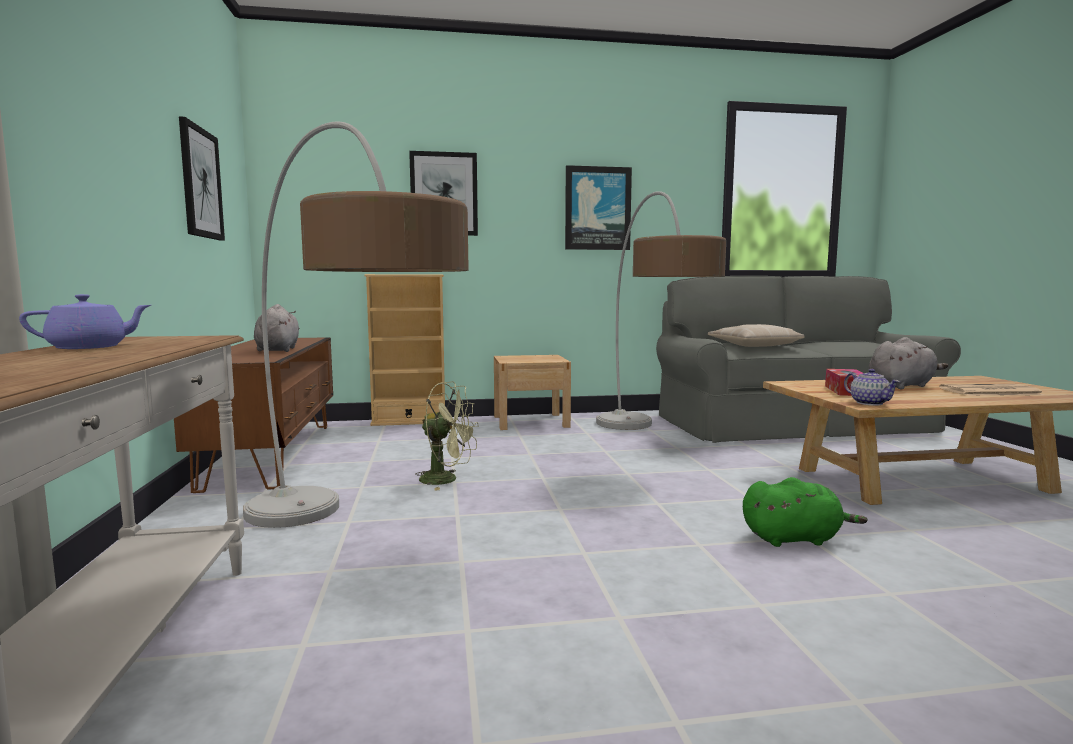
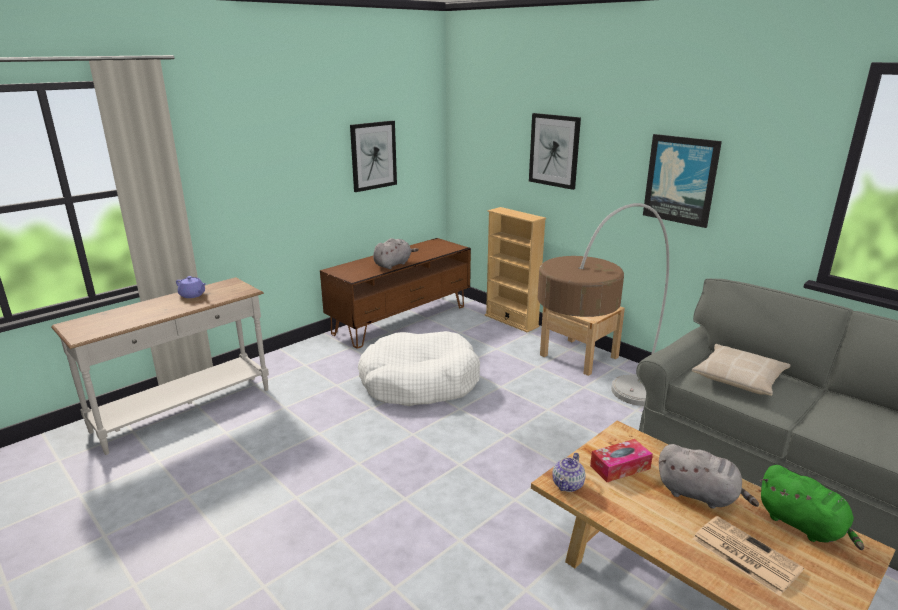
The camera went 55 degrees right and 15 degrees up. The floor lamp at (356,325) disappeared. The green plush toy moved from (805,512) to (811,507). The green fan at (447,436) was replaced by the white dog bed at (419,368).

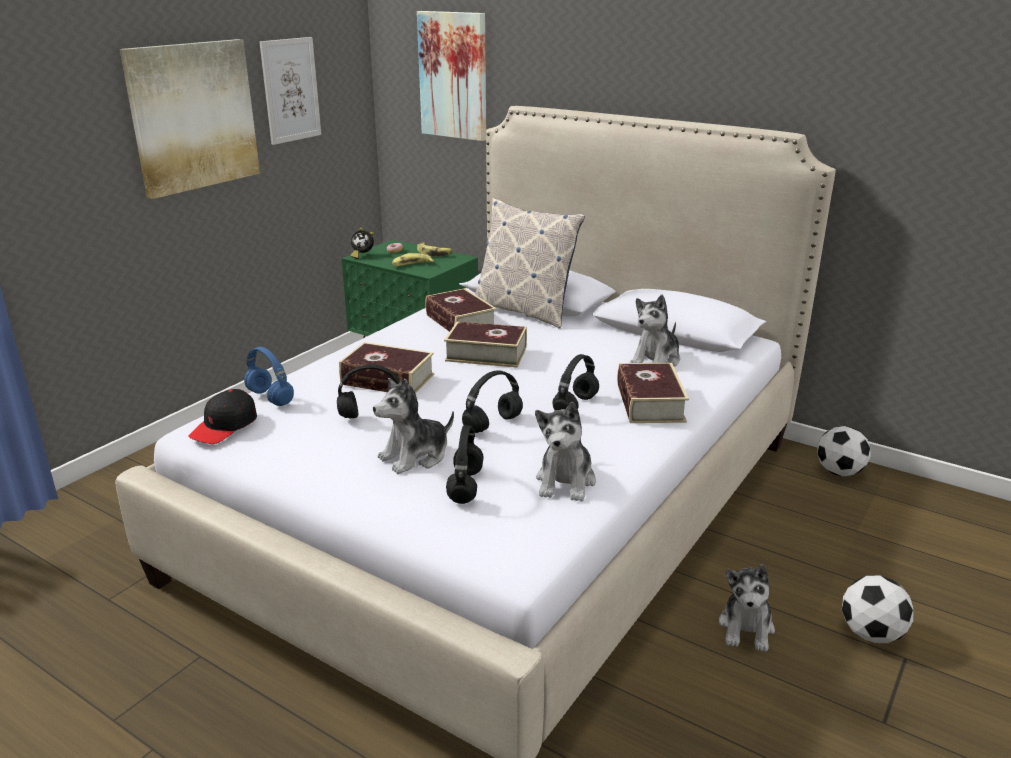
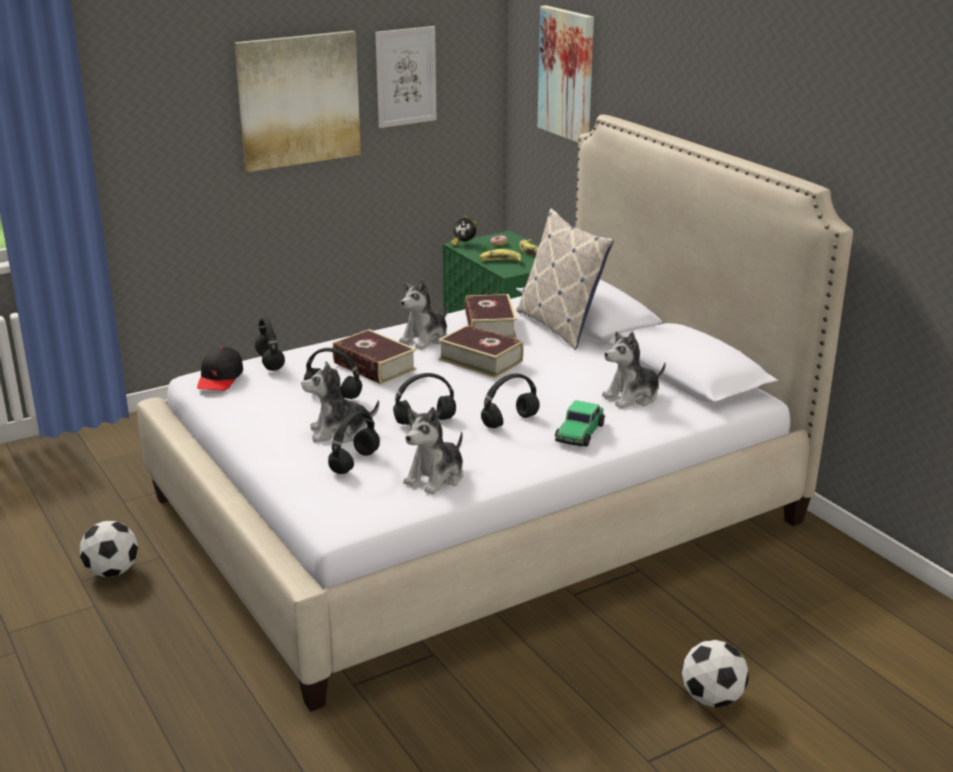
The camera went 25 degrees right and 0 degrees up. The plush toy moved from (746,608) to (423,314). The football moved from (844,451) to (109,549). The book at (653,393) was replaced by the toy car at (580,423). The blue headphones at (269,376) became the black headphones at (270,344). The black cap at (222,416) turned 45 degrees counterclockwise.

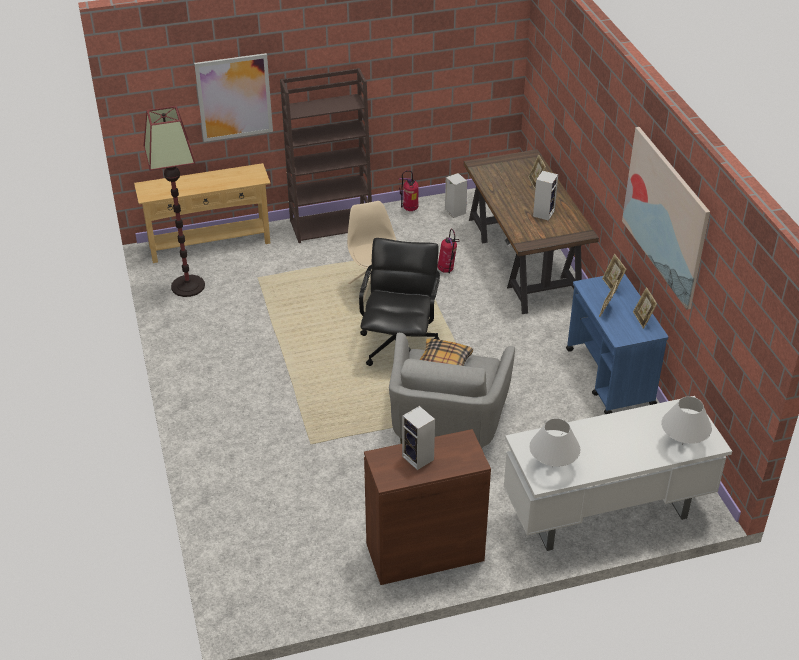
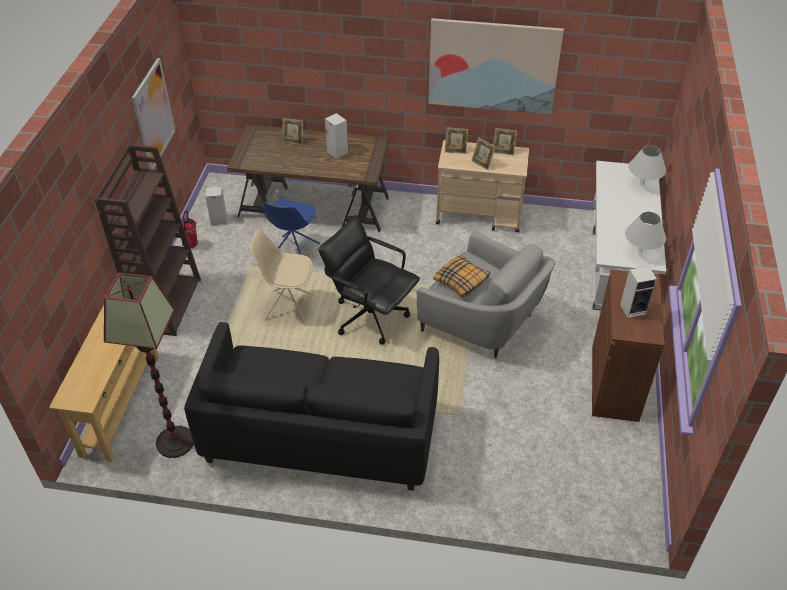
The camera went 65 degrees left and 5 degrees up. The black sofa at (311,406) appeared. The picture moved from (233,97) to (153,113). The fire extinguisher at (448,250) was replaced by the blue chair at (291,227). The blue cart at (617,344) became the beige cart at (482,186).

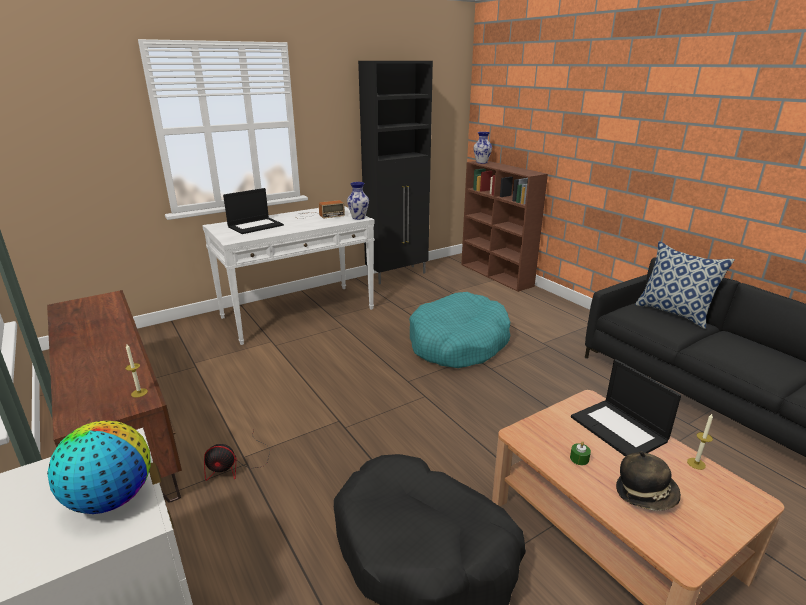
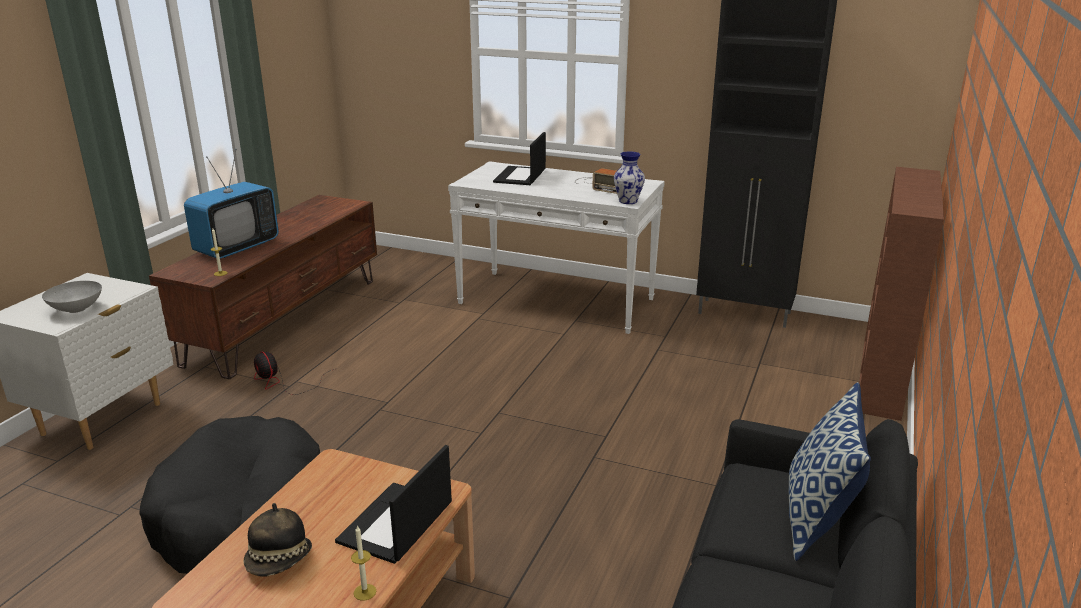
The camera went 55 degrees right and 0 degrees up. The turquoise dog bed at (459,330) disappeared. The vase at (482,148) disappeared. The green candle at (580,453) disappeared. The television at (231,204) appeared. The globe at (99,467) was replaced by the grey bowl at (72,297). The laptop at (253,211) turned 90 degrees clockwise.

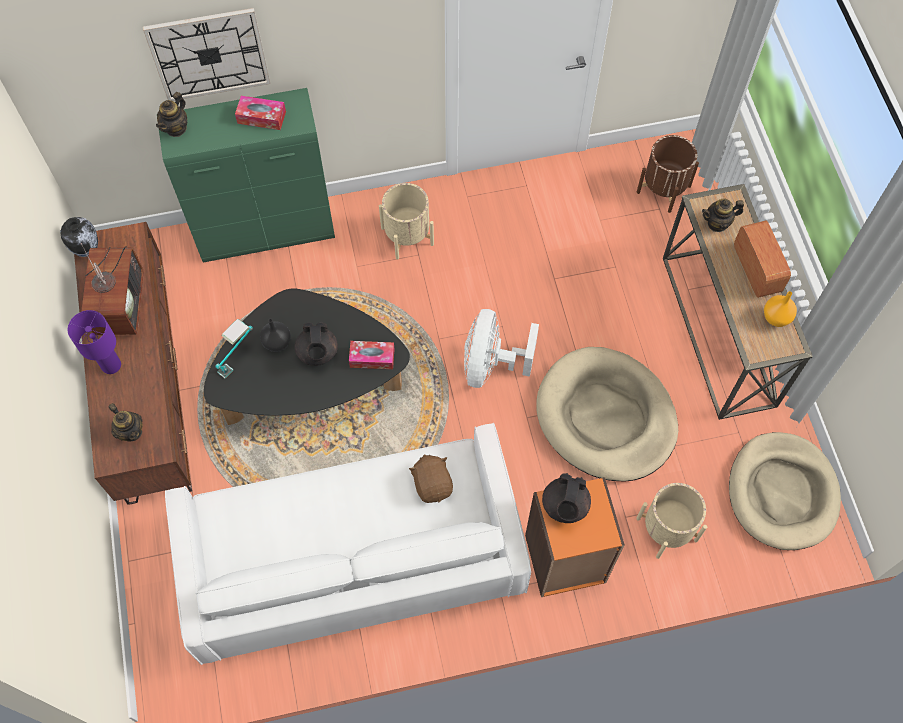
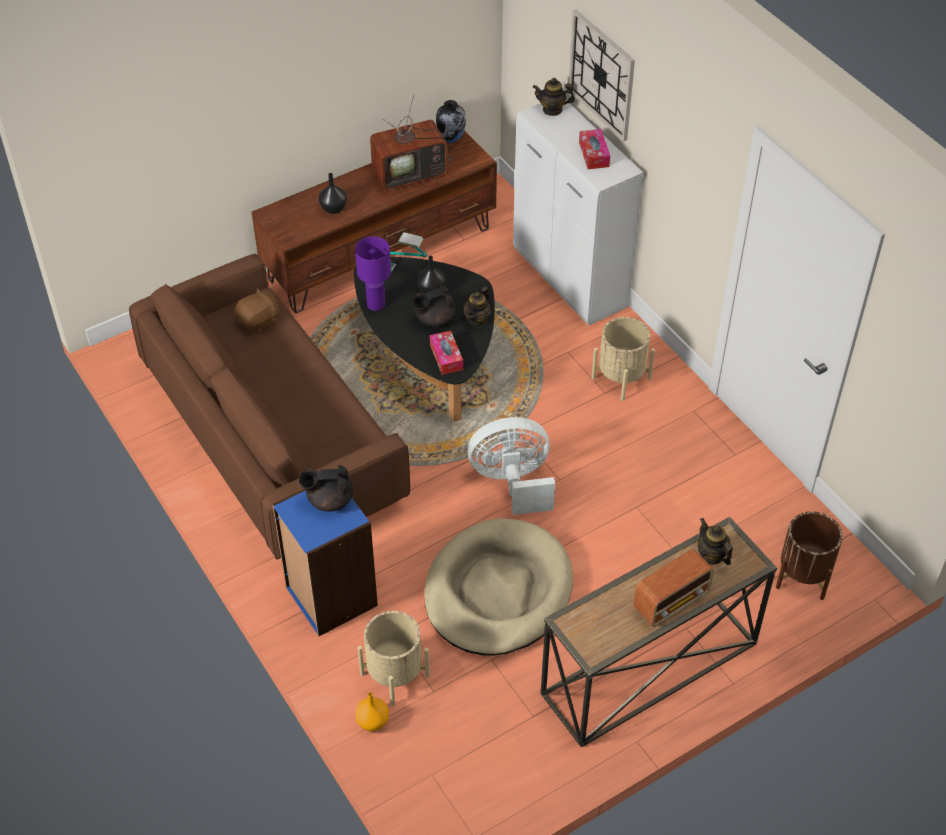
The camera went 70 degrees right and 15 degrees down. The beige dog bed at (785,491) disappeared. The black vase at (333,193) appeared. The purple table lamp moved from (94,342) to (373,273). The teapot moved from (126,422) to (477,307). The brown plush toy moved from (431,479) to (257,311). The orange vase moved from (780,309) to (372,712). The green cabinet at (247,175) became the white cabinet at (578,214). The white sofa at (348,544) became the brown sofa at (269,407). The orange bookcase at (575,537) became the blue bookcase at (325,562).

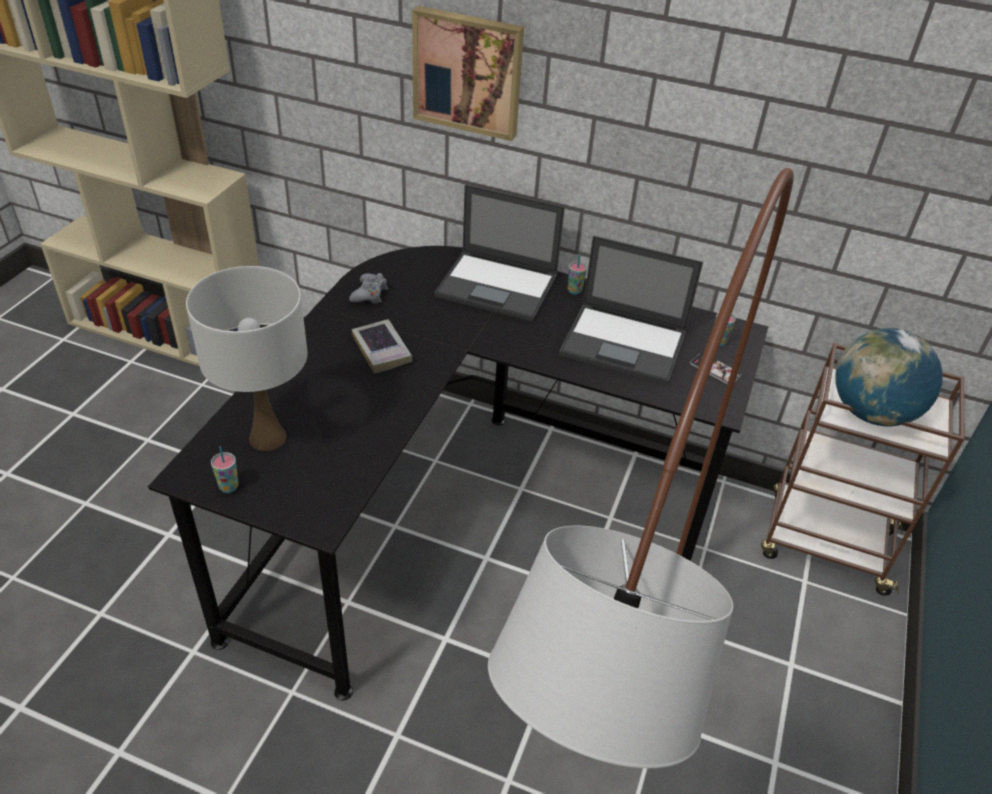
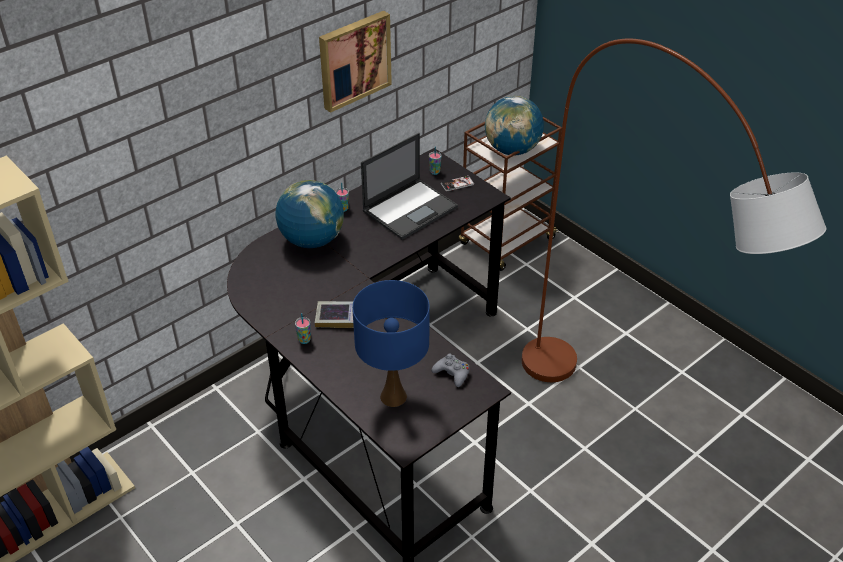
The camera went 60 degrees left and 0 degrees up. The cup moved from (225,469) to (303,328). The grey game controller moved from (368,288) to (451,370). The picture moved from (468,73) to (355,62). The laptop at (499,252) was replaced by the globe at (310,214). The white table lamp at (246,358) became the blue table lamp at (391,343).

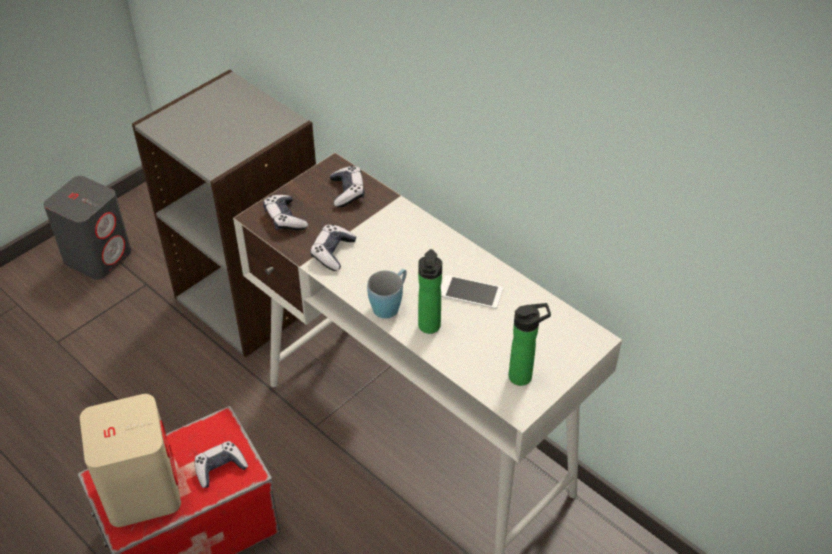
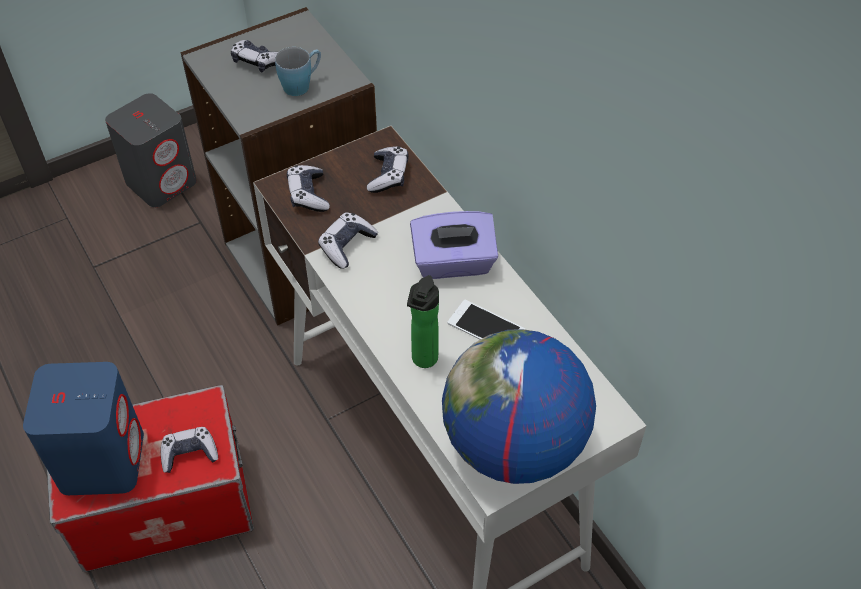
The camera went 15 degrees right and 5 degrees up. The game controller at (254,56) appeared. The purple tissue box at (454,245) appeared. The blue mug moved from (387,294) to (298,71). The bottle at (530,344) was replaced by the globe at (519,406). The beige speaker at (130,460) became the blue speaker at (83,428).

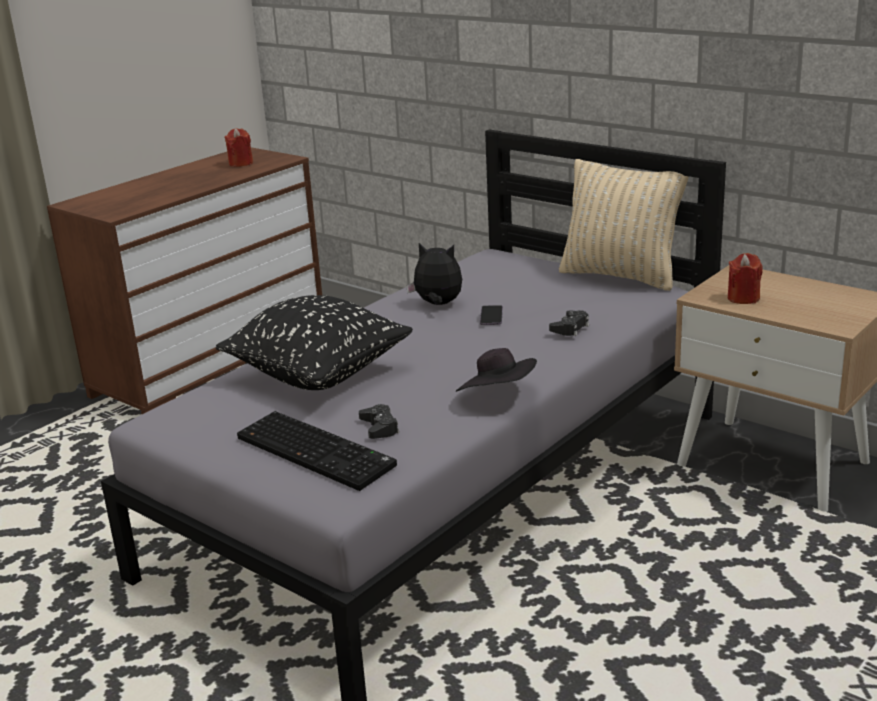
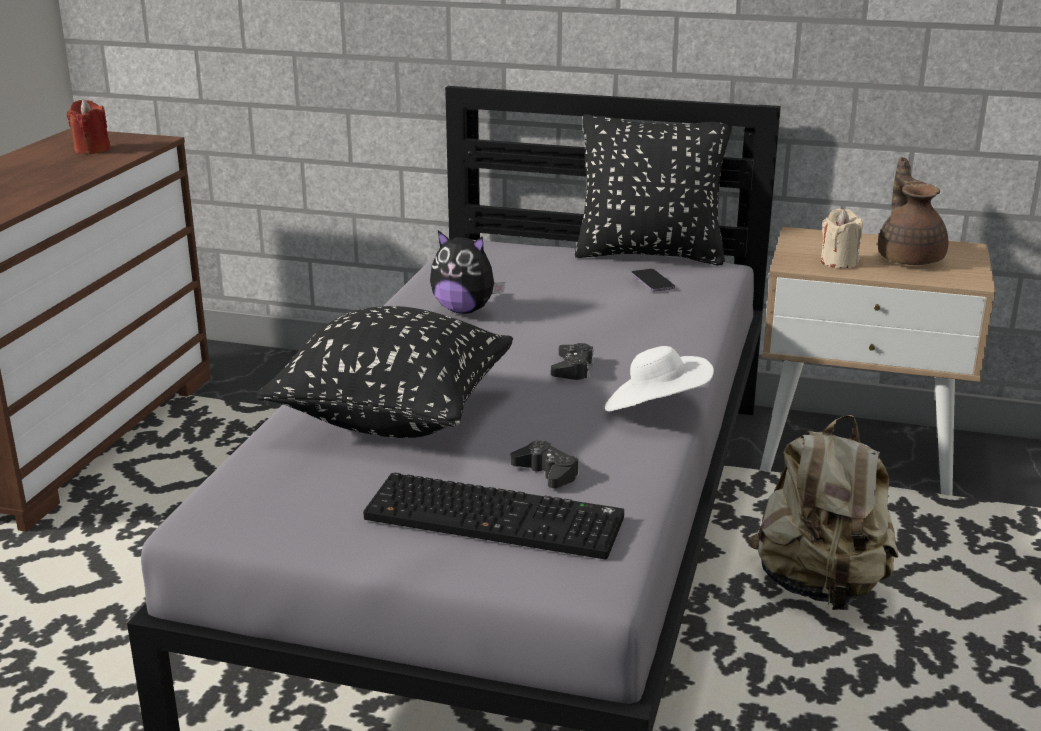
The camera went 25 degrees left and 0 degrees up. The beige backpack at (824,512) appeared. The brown teapot at (913,211) appeared. The phone moved from (491,315) to (653,280). The black game controller moved from (569,323) to (572,361). The black hat at (496,370) became the white hat at (659,378). The beige pillow at (624,225) became the black pillow at (653,189). The red candle at (745,278) became the beige candle at (842,238). The plush toy at (434,274) turned 150 degrees counterclockwise.

